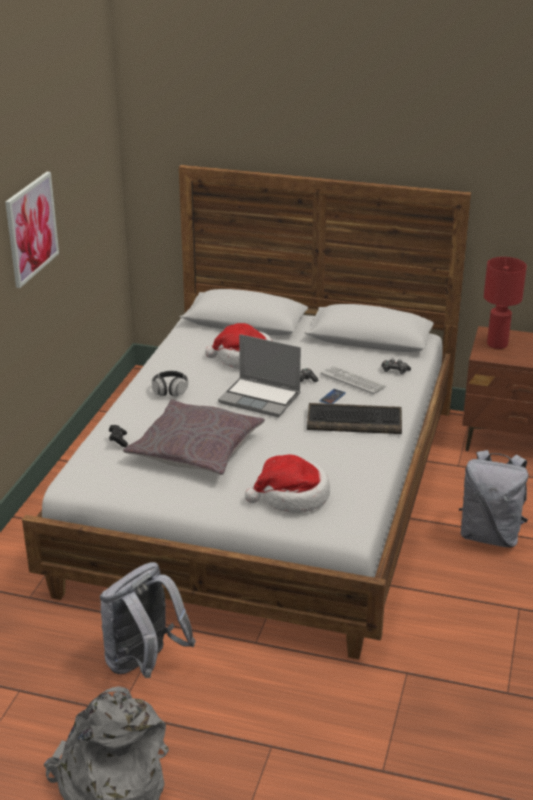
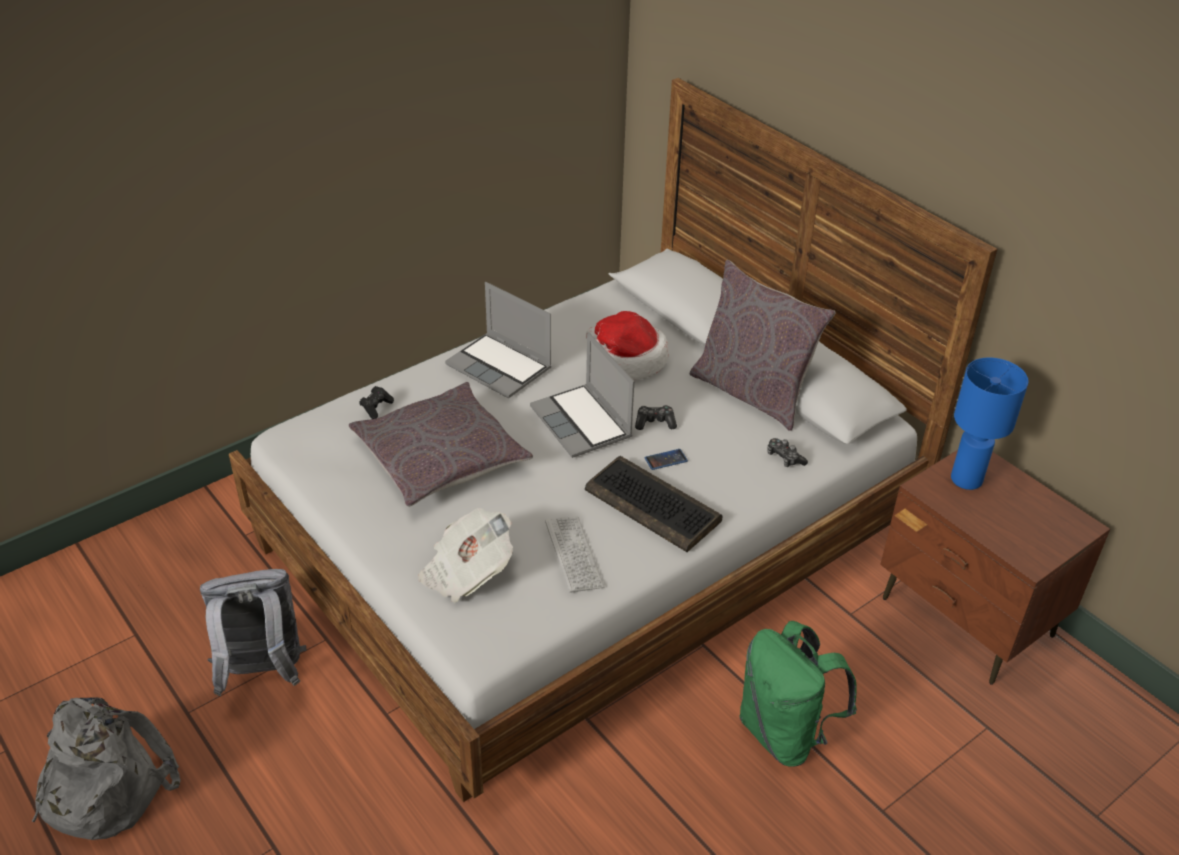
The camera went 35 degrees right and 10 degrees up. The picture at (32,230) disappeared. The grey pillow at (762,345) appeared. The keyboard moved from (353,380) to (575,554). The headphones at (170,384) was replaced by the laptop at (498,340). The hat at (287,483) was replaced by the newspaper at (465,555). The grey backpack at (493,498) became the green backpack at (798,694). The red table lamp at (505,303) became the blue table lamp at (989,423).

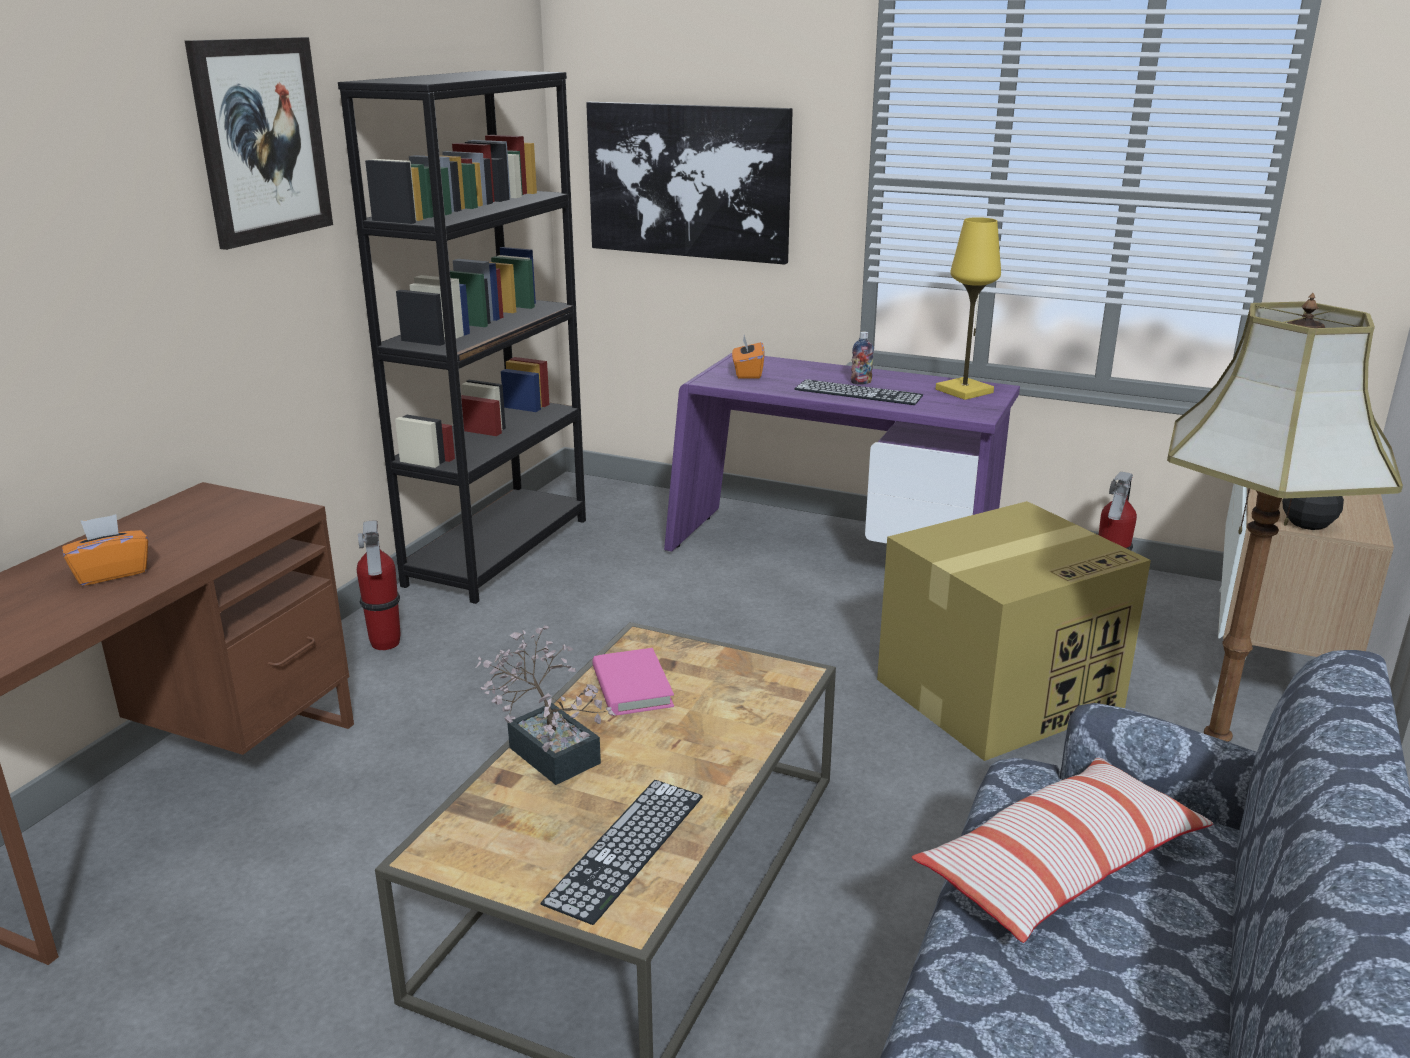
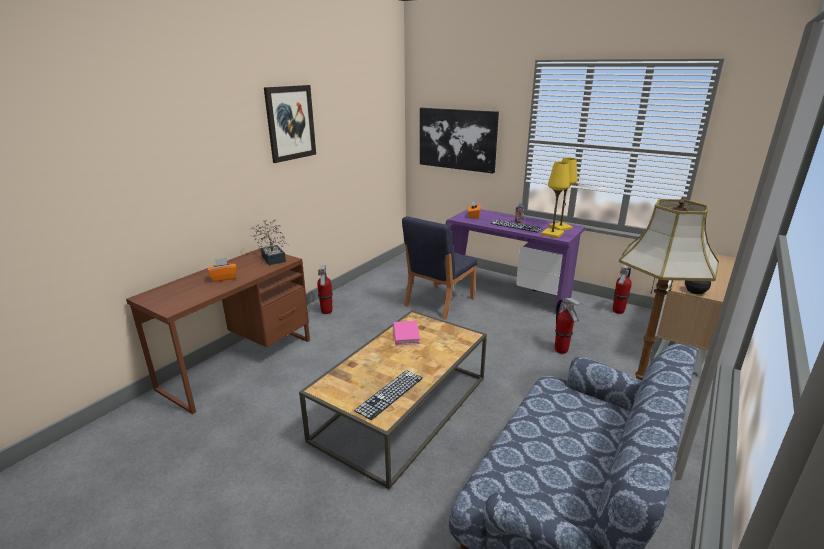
The camera went 10 degrees right and 0 degrees up. The black bookcase at (462,337) disappeared. The pillow at (1063,850) disappeared. The blue chair at (439,268) appeared. The yellow table lamp at (555,200) appeared. The potted plant moved from (545,705) to (270,242). The cardboard box at (1014,631) was replaced by the fire extinguisher at (568,326).

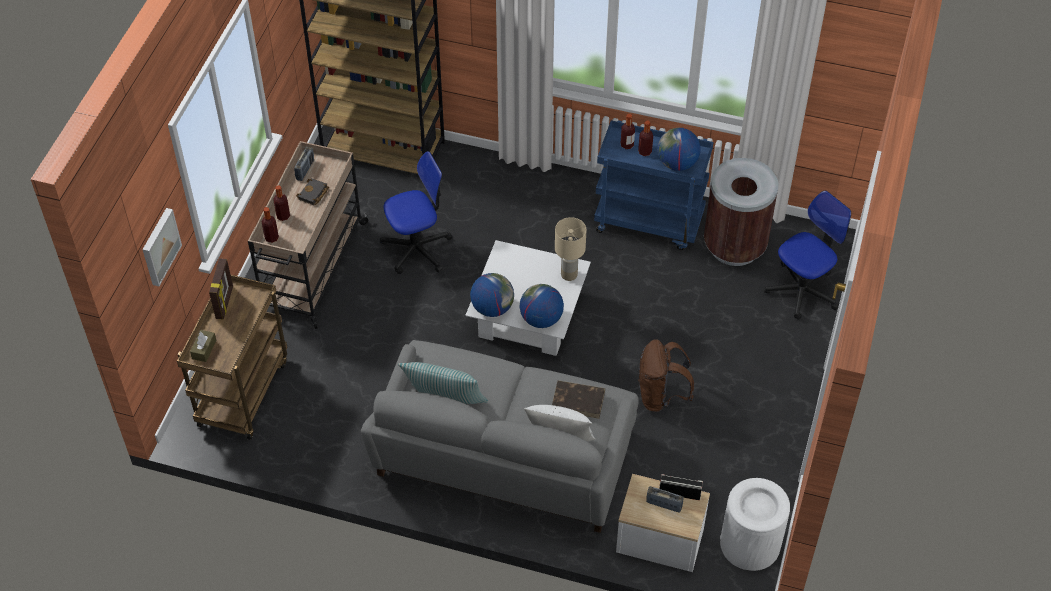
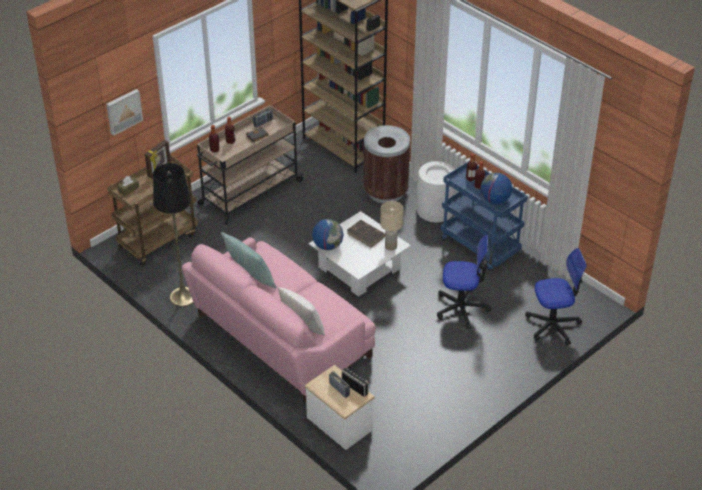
The camera went 30 degrees right and 10 degrees down. The globe at (542,306) disappeared. The brown backpack at (666,375) disappeared. The black floor lamp at (173,235) appeared. The office chair moved from (416,212) to (464,282). The brown book moved from (578,399) to (366,234). The brown trash can moved from (741,212) to (387,164). The white trash can moved from (755,524) to (436,191). The grey sofa at (500,436) became the pink sofa at (279,320).

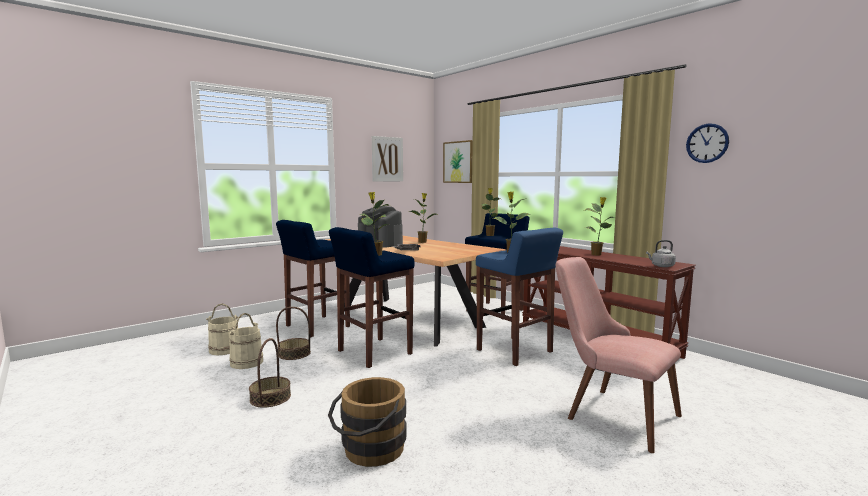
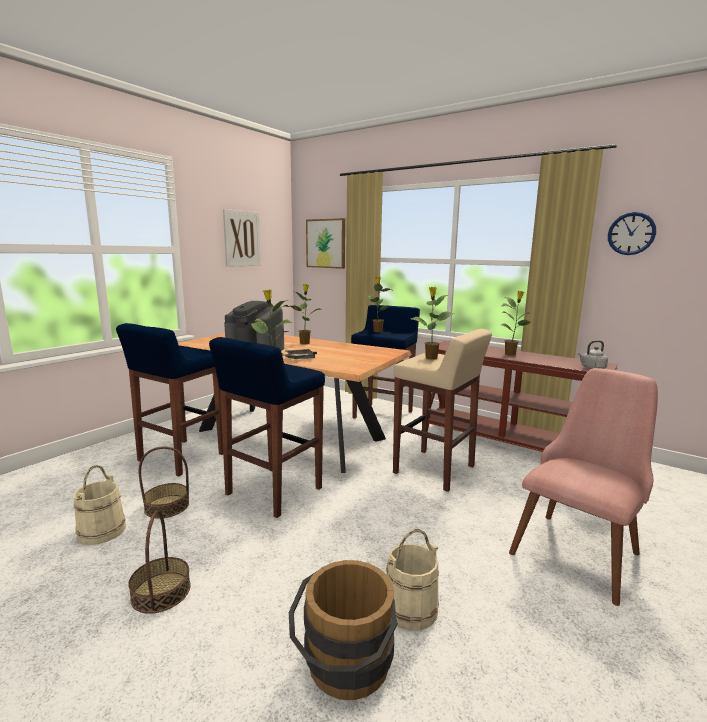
The camera went 15 degrees left and 5 degrees up. The beige bucket moved from (222,329) to (412,580). The blue stool at (519,297) became the beige stool at (442,410). The pink chair at (619,355) turned 105 degrees clockwise.

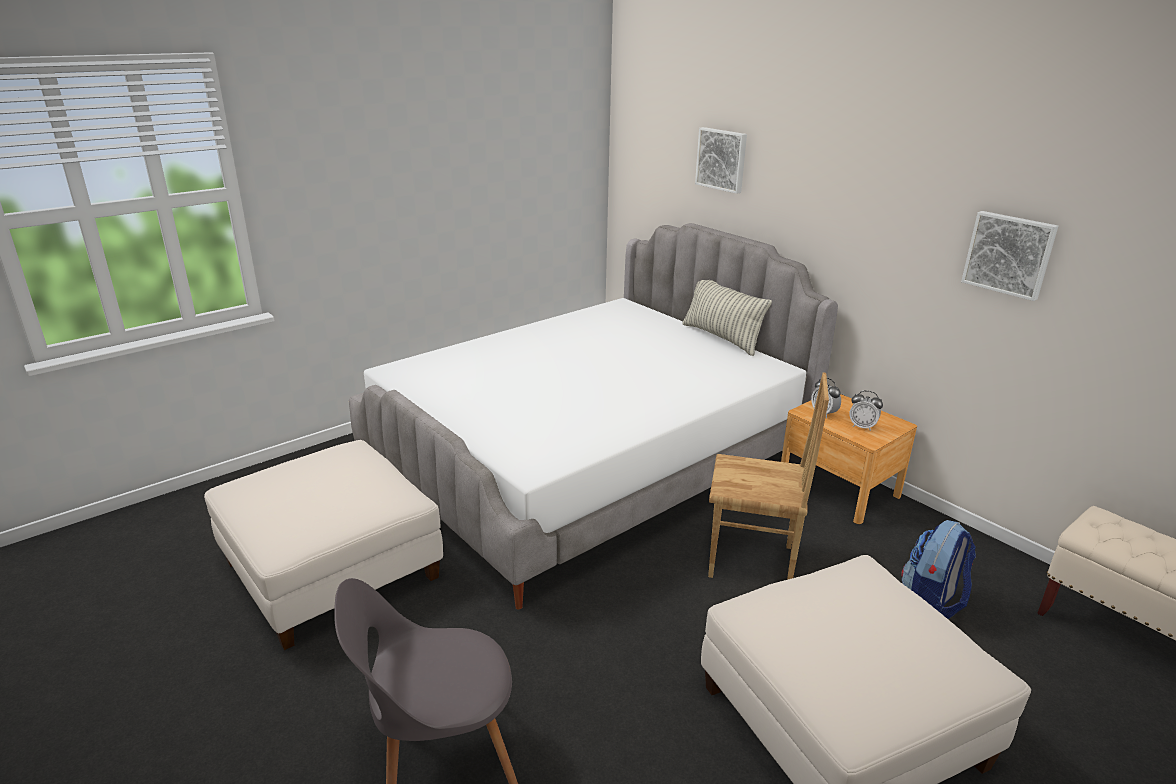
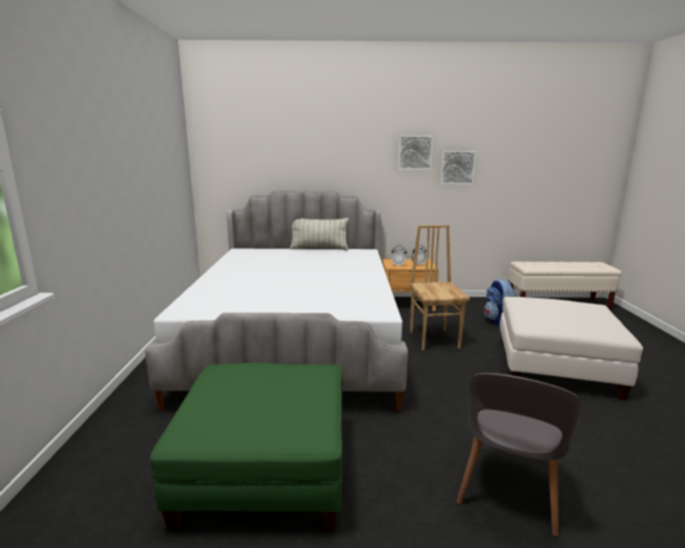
The camera went 50 degrees left and 10 degrees down. The picture moved from (721,160) to (415,153). The white ottoman at (323,545) became the green ottoman at (246,447). The brown chair at (768,476) turned 60 degrees counterclockwise.

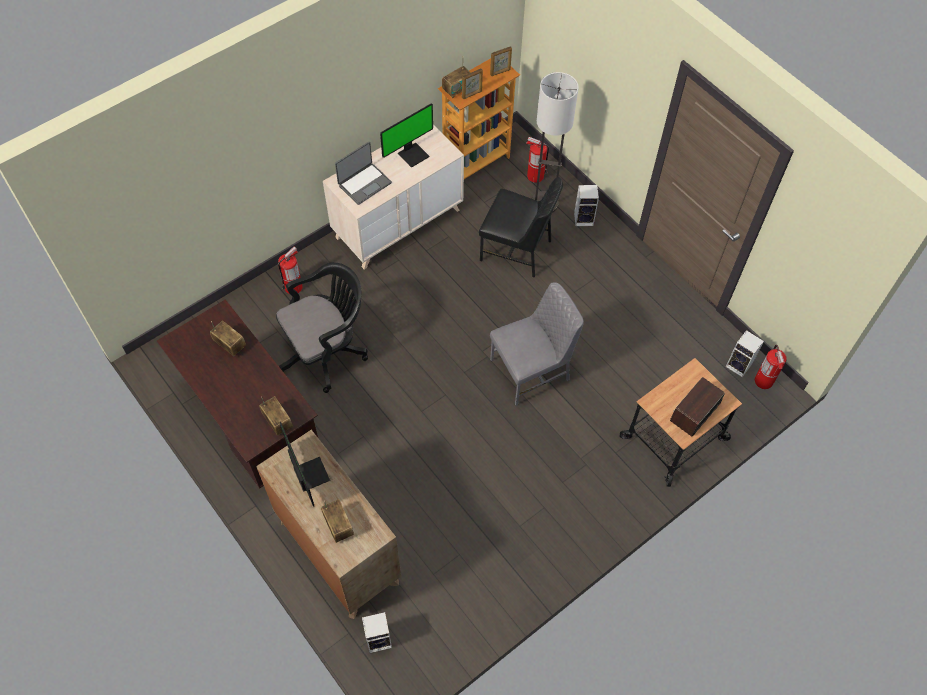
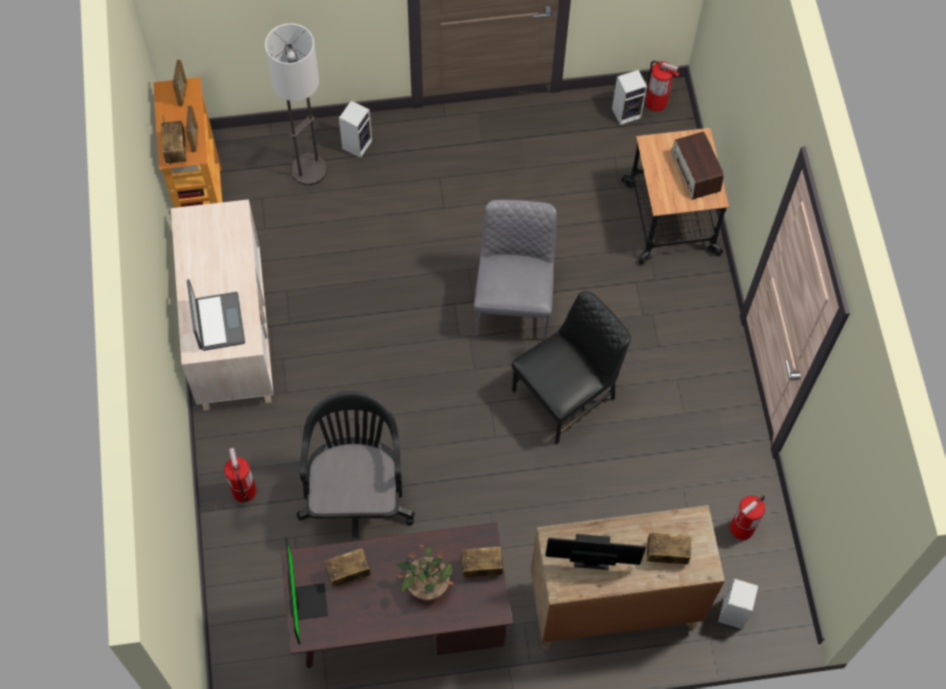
The camera went 60 degrees left and 5 degrees up. The potted plant at (425,572) appeared. The monitor moved from (406,135) to (306,591). The black chair moved from (521,227) to (571,368). The fire extinguisher moved from (537,160) to (747,517).

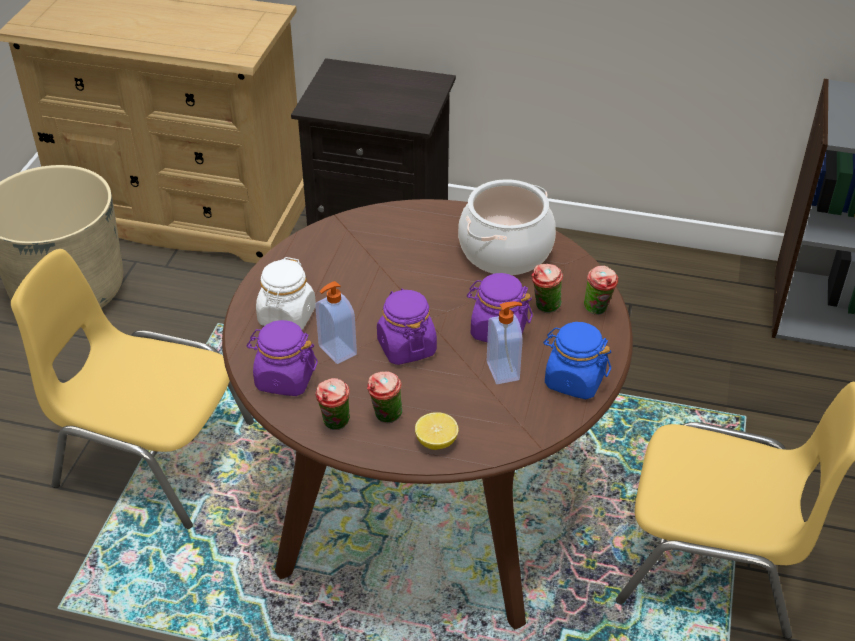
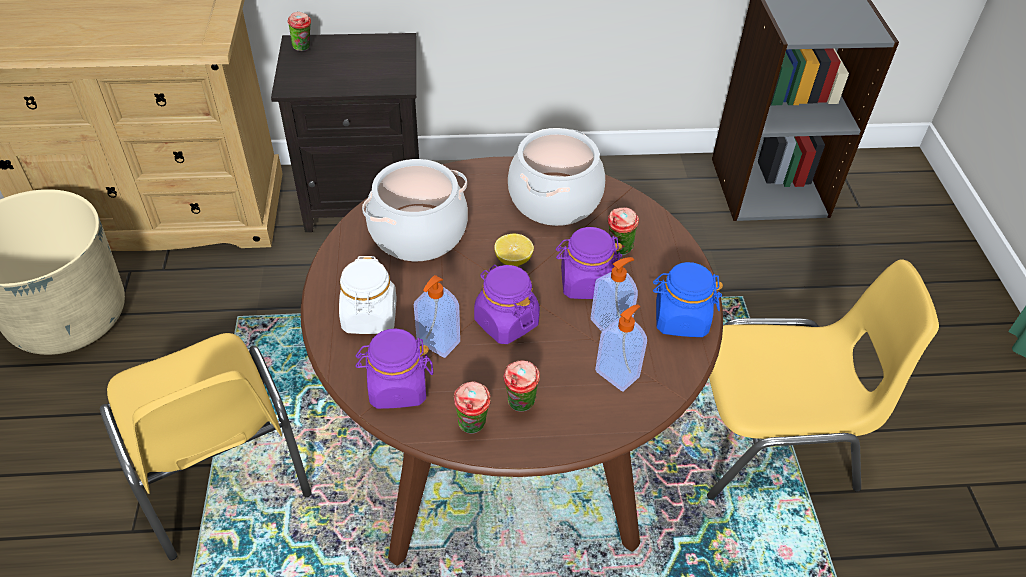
The camera went 20 degrees left and 5 degrees up. The cooking pot at (415,210) appeared. The soap dispenser at (621,347) appeared. The lemon moved from (437,431) to (514,250). The cup moved from (601,290) to (299,31). The yellow chair at (132,389) turned 120 degrees counterclockwise.

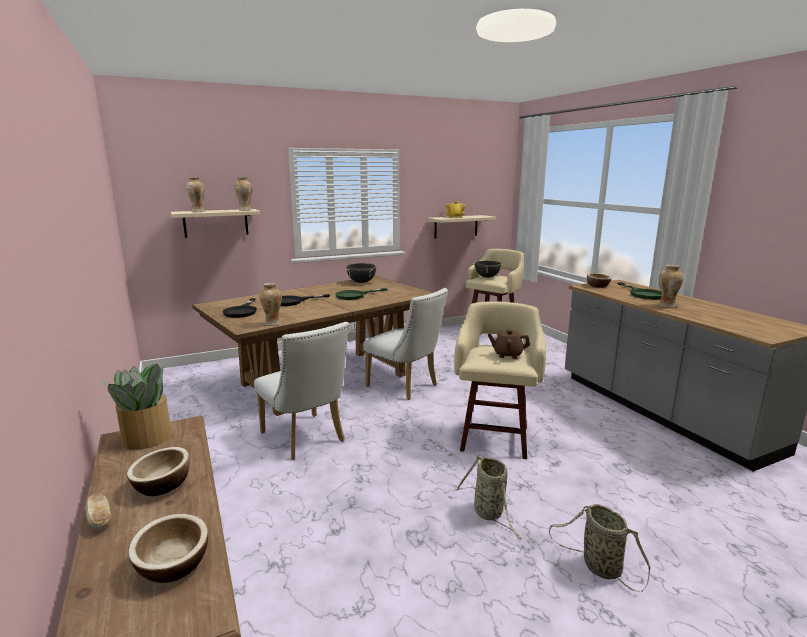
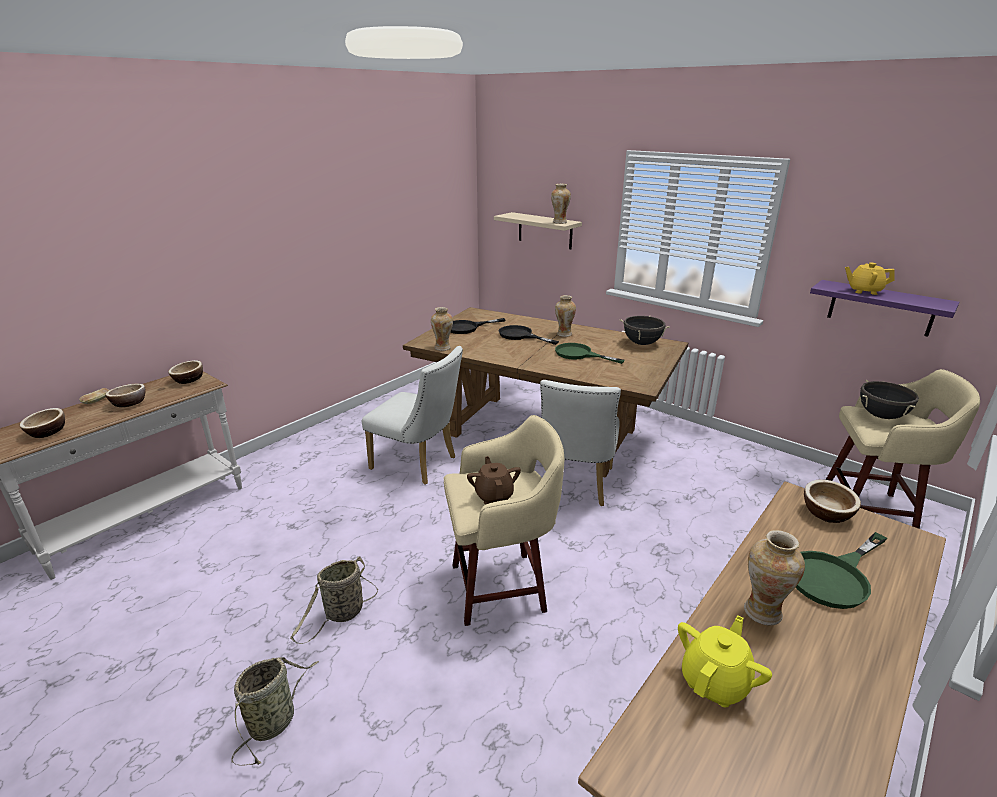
The camera went 65 degrees right and 10 degrees up. The yellow teapot at (725,661) appeared. The vase moved from (195,194) to (565,316). The potted plant at (136,407) was replaced by the bowl at (185,372). The beige shelf at (462,227) became the purple shelf at (884,308). The white chair at (301,391) turned 90 degrees counterclockwise.

